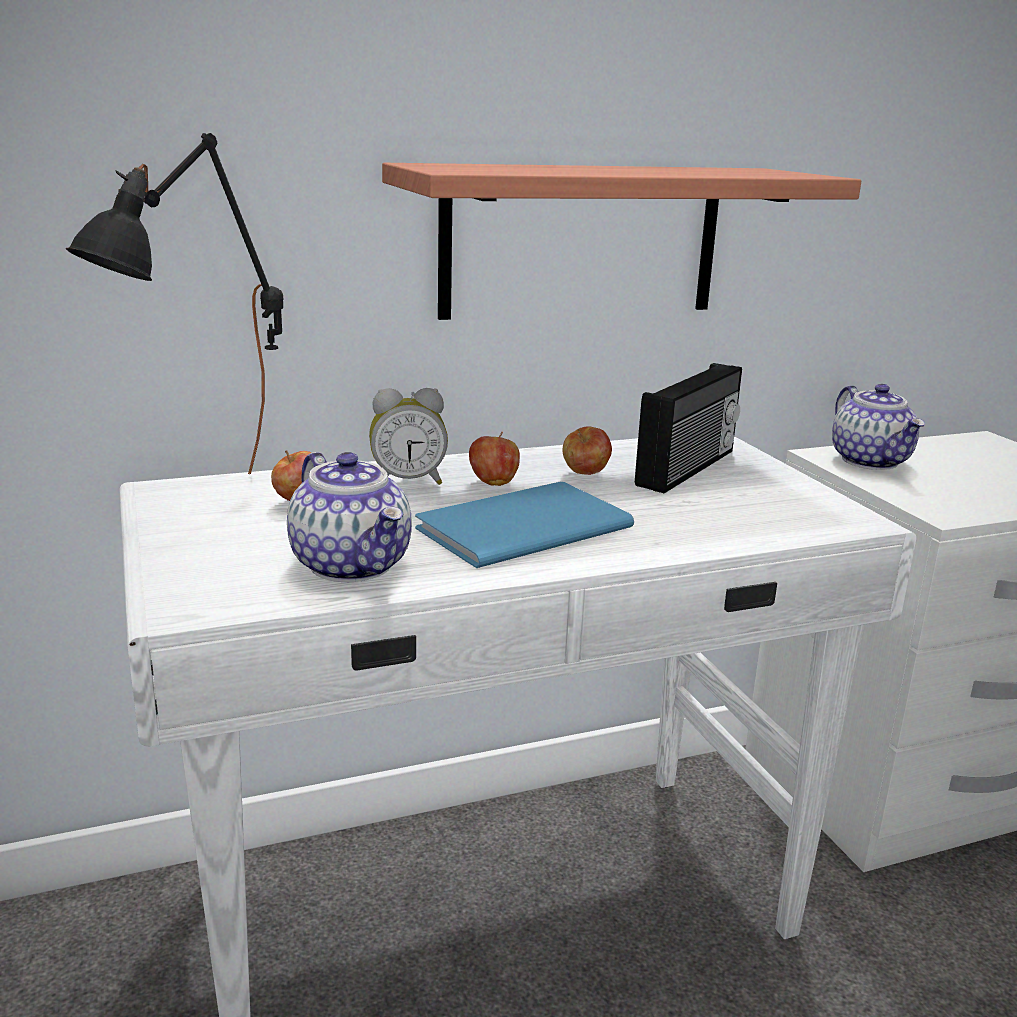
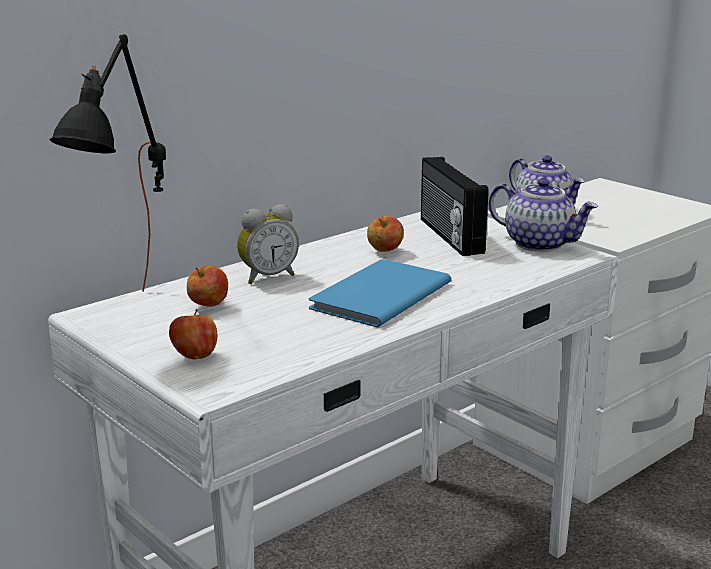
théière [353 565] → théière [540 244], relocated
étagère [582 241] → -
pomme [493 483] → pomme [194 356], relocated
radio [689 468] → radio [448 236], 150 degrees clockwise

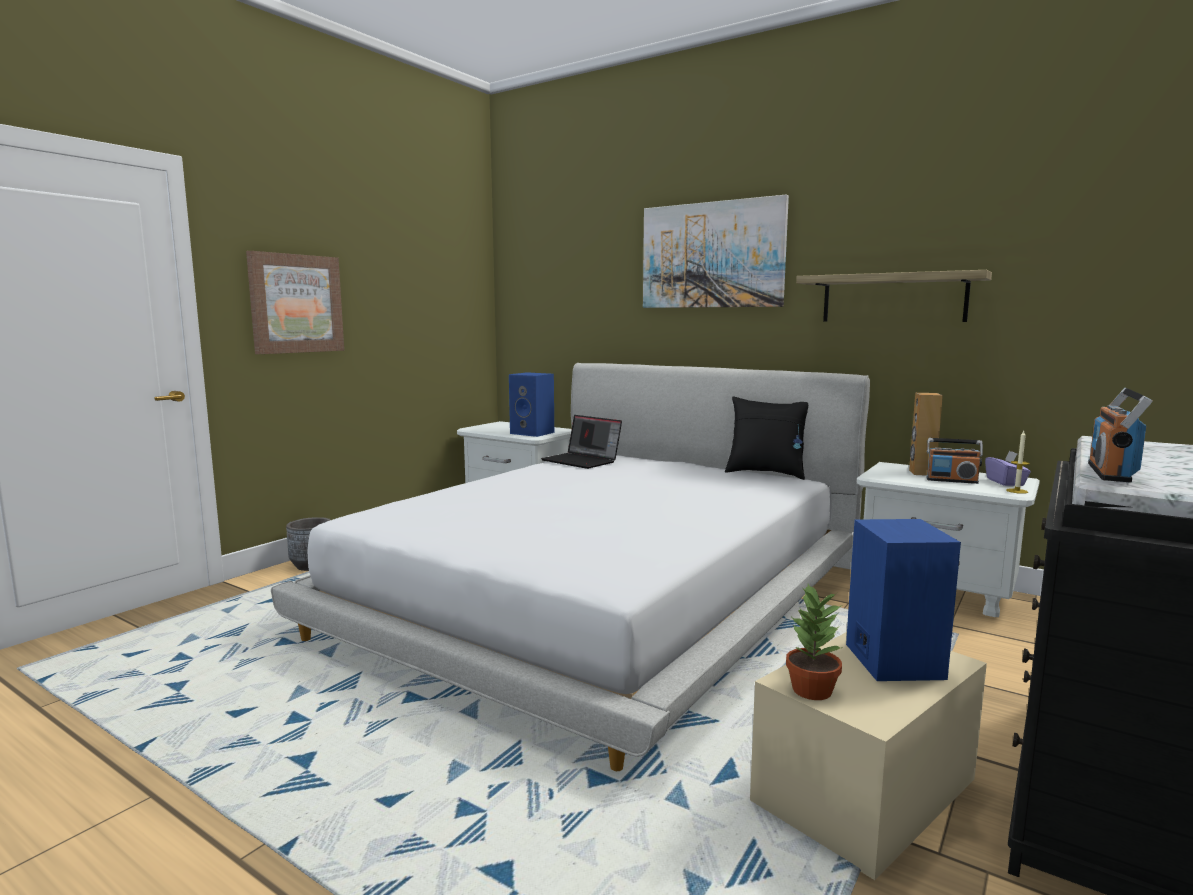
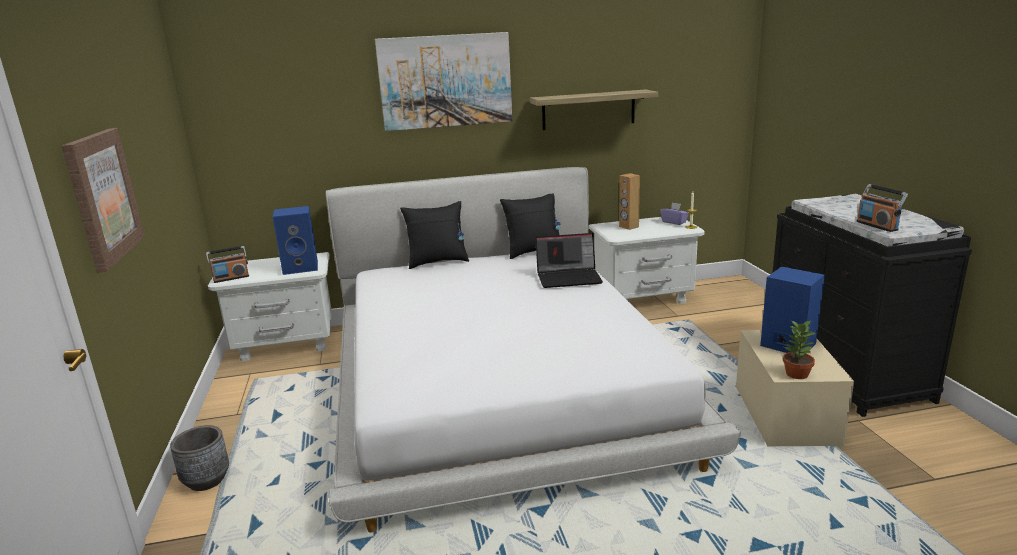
ordinateur portable [582 461] → ordinateur portable [569 277], relocated
radio [951 480] → radio [231 278], relocated
- → coussin (noir) [437 262]

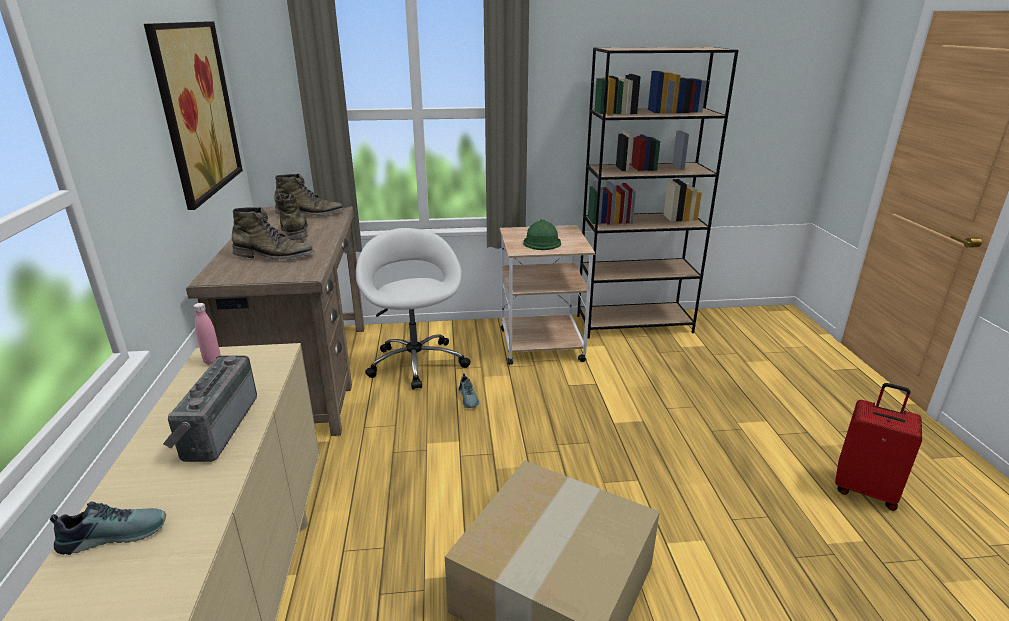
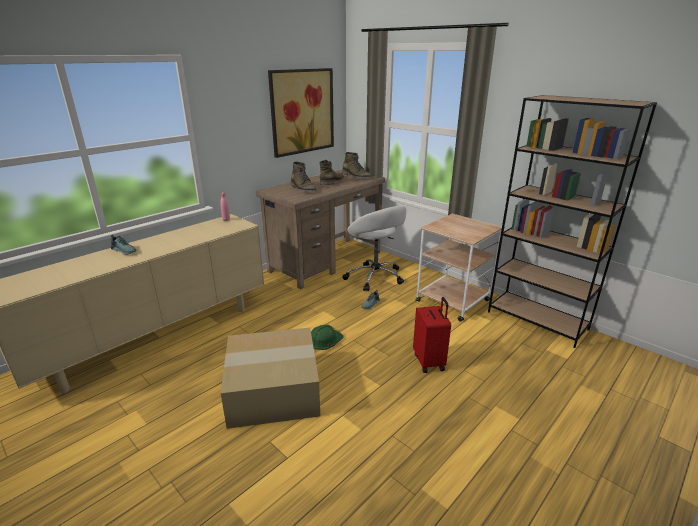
radio [216 427] → -
chaise de bureau (blanc) [416 363] → chaise de bureau (blanc) [375 278], 120 degrees clockwise
casque de chantier (vert) [541 241] → casque de chantier (vert) [325 339], relocated
valise (rouge) [865 489] → valise (rouge) [429 361], relocated

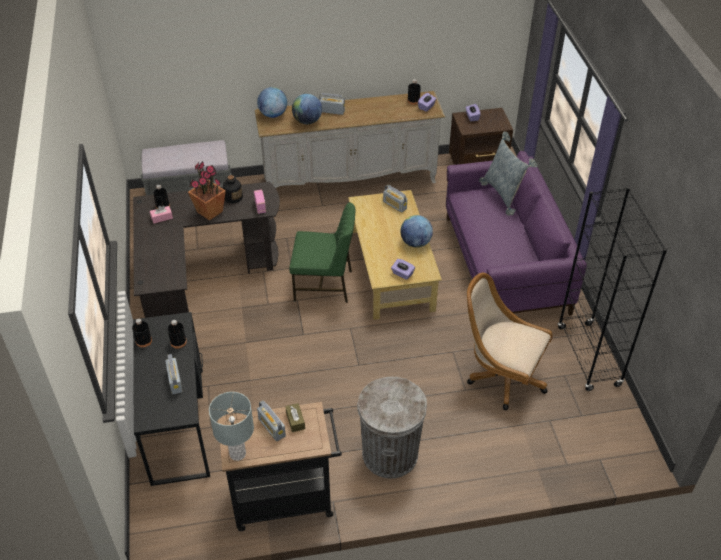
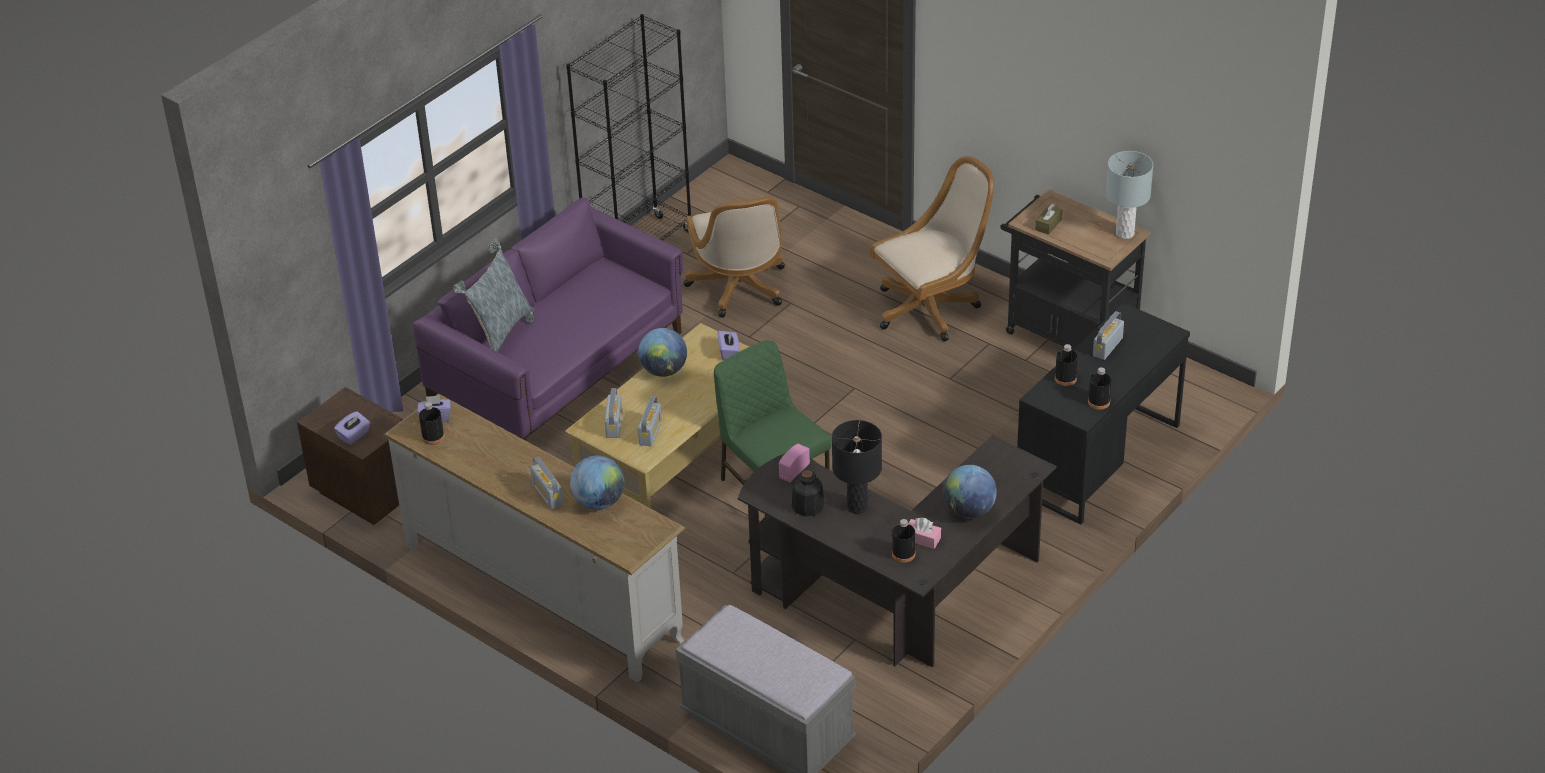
plante en pot [210 211] → lampe de table (noir) [857 507]
globe [273 114] → globe [969 511], relocated
radio [272 427] → radio [650 432], relocated
poubelle (gris) [389 454] → chaise de bureau [932 306]

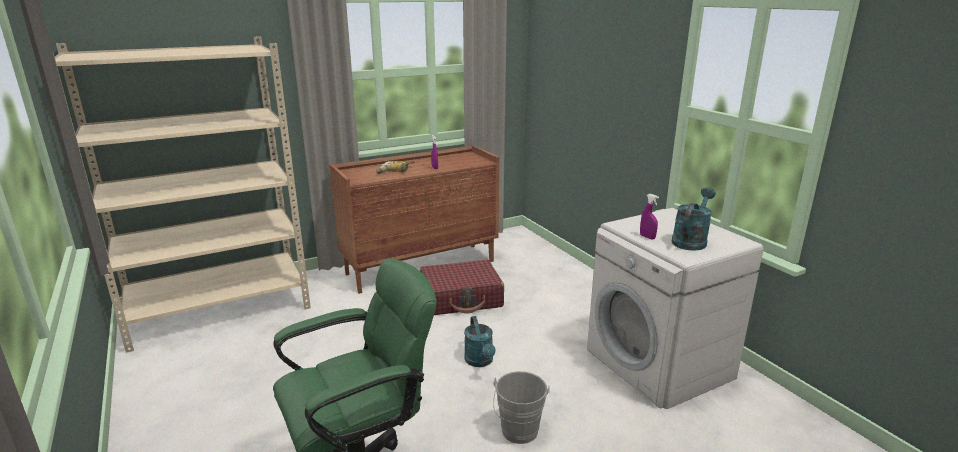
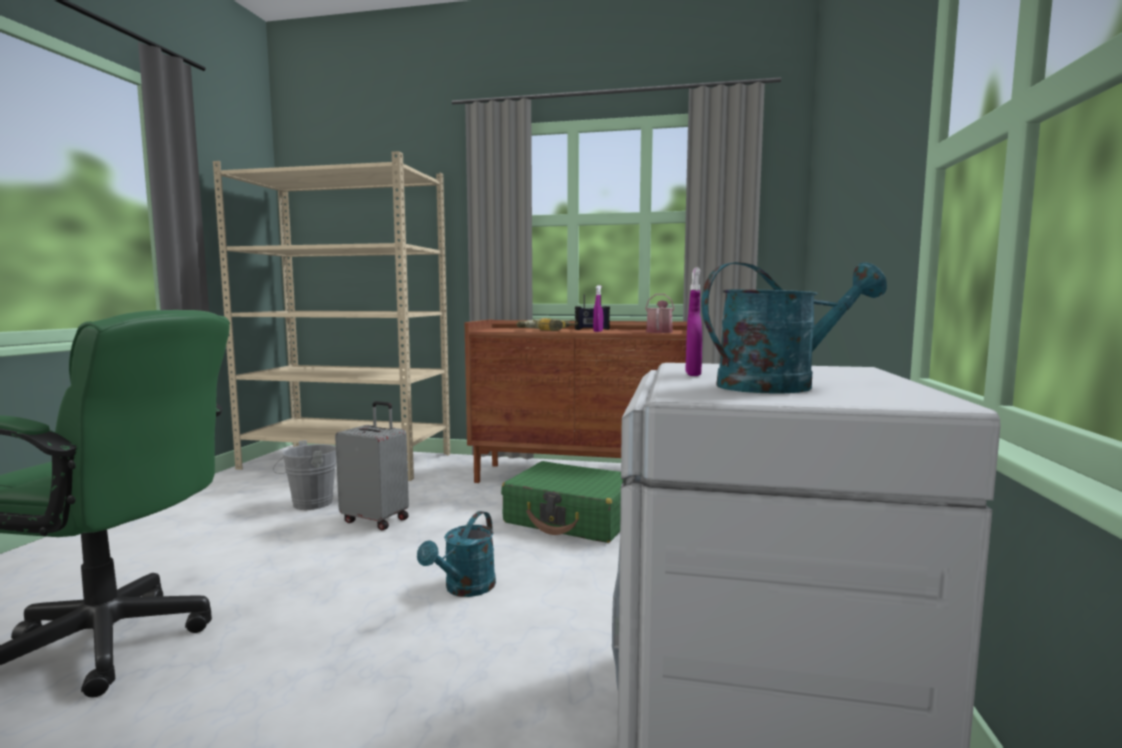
valise (rouge) [461 298] → valise (vert) [572 518]
seau (gris) [519 434] → seau (gris) [308 504], relocated
- → valise (gris) [376 520]
- → radio [592 329]
- → arrosoir [659 332]

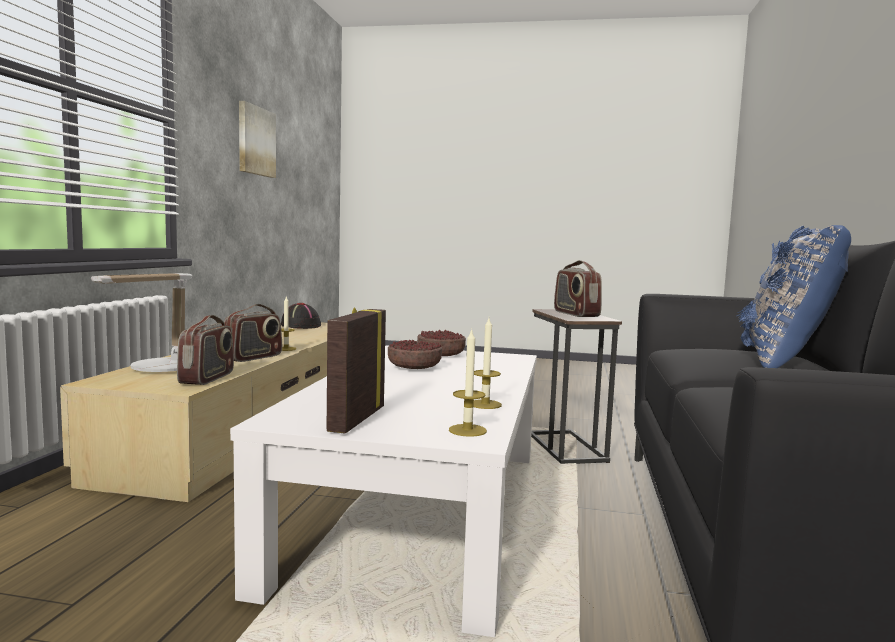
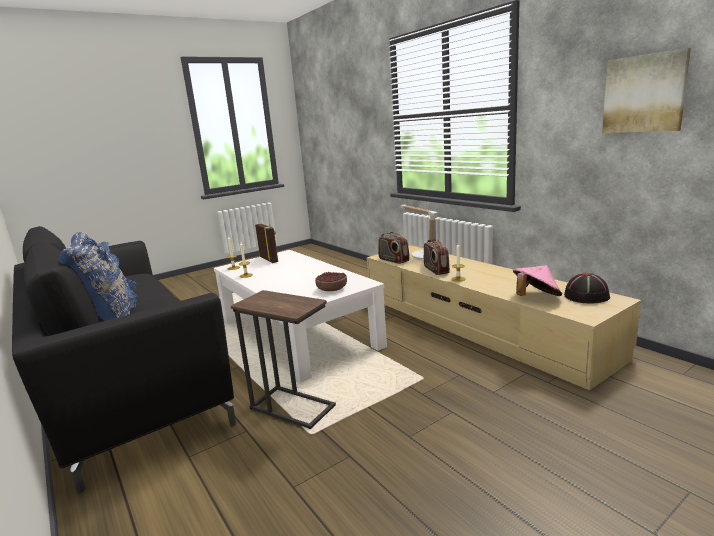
bol [414 368] → -
radio [575 314] → -
- → chapeau (rose) [535 298]

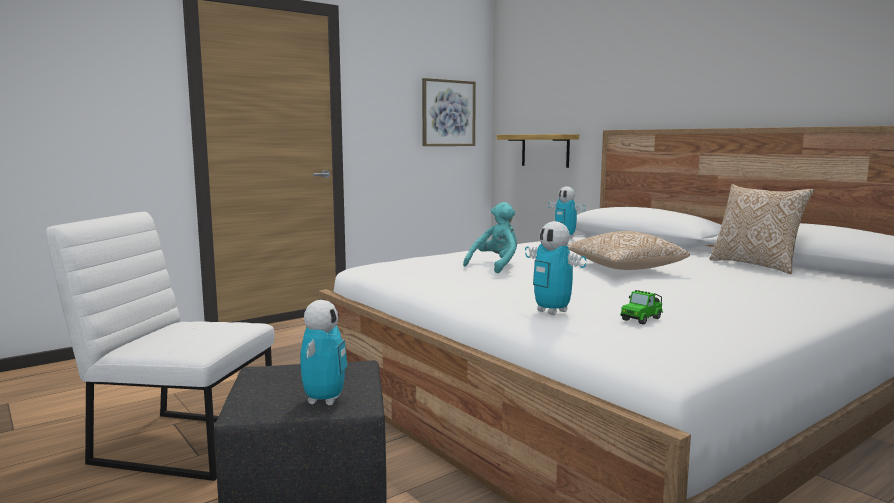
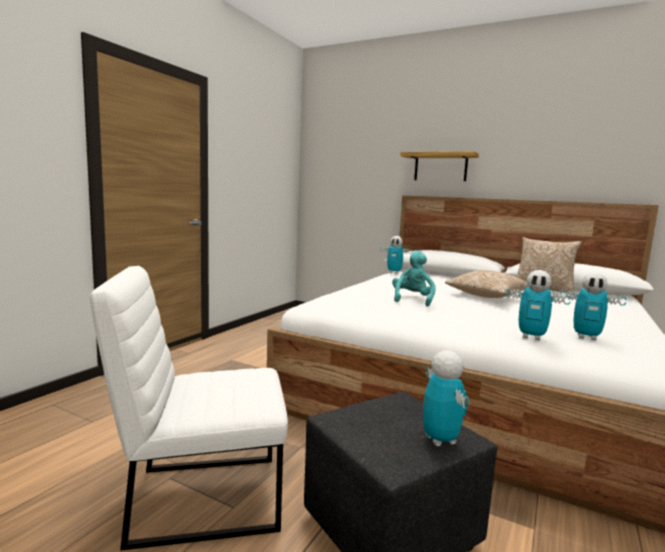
tableau [448 113] → -
étagère [545 150] → étagère [440 167], relocated
petite voiture [642 319] → robot jouet [586 337]

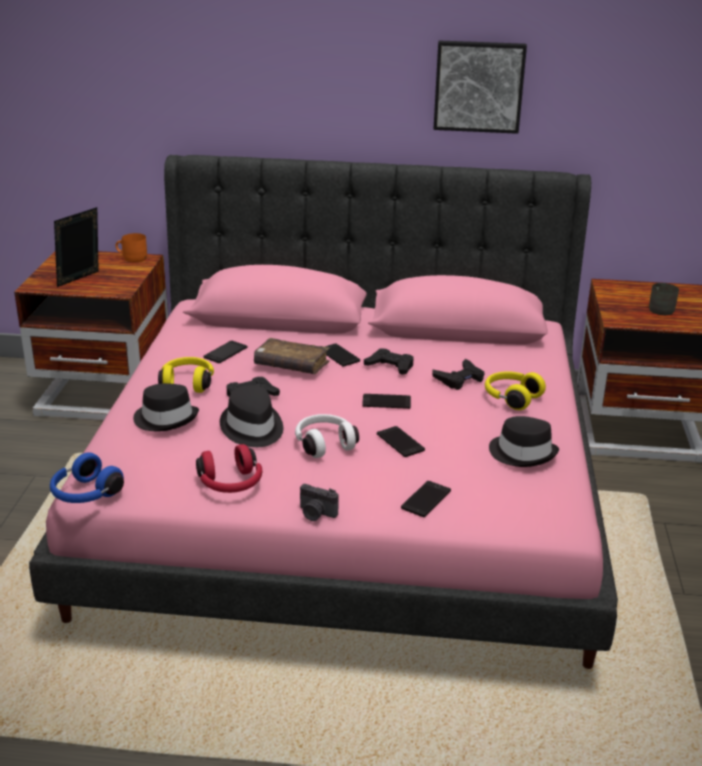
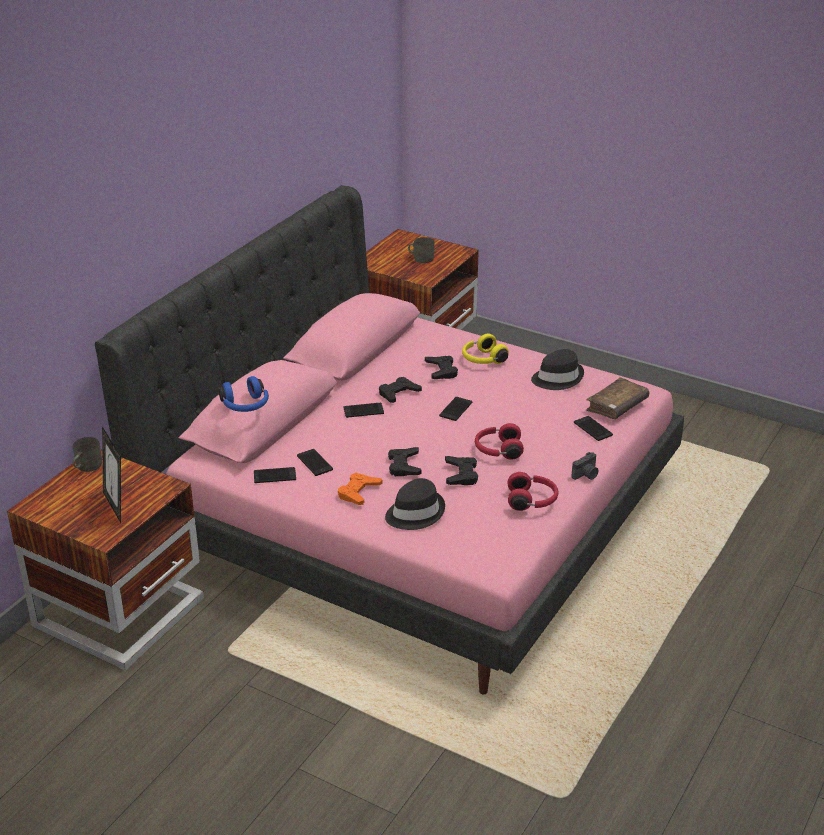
casque audio (bleu) [85 494] → casque audio (bleu) [245 406], relocated
mug (orange) [132 258] → mug (gris) [86 466]
casque audio (jaune) [187 383] → manette (orange) [358 492]
chapeau (noir) [252 428] → manette (noir) [461 474]
livre (marron) [291 365] → livre (marron) [617 406], relocated
casque audio (blanc) [324 444] → casque audio (rouge) [498 450]
téléphone [400 442] → téléphone [274 476], relocated
tableau [479 86] → -

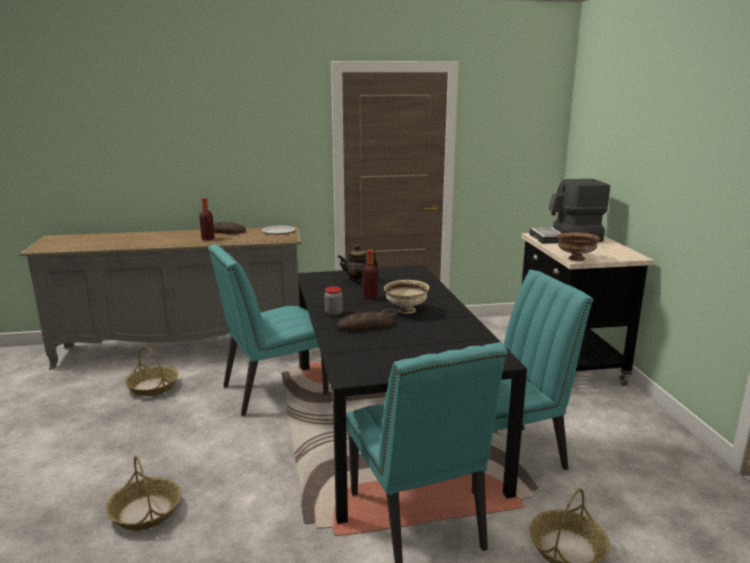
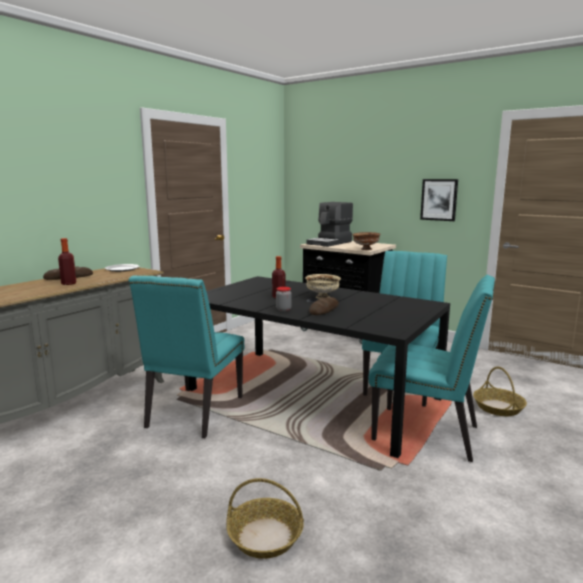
panier [153 387] → -
théière [357 280] → -
- → tableau [439 199]

